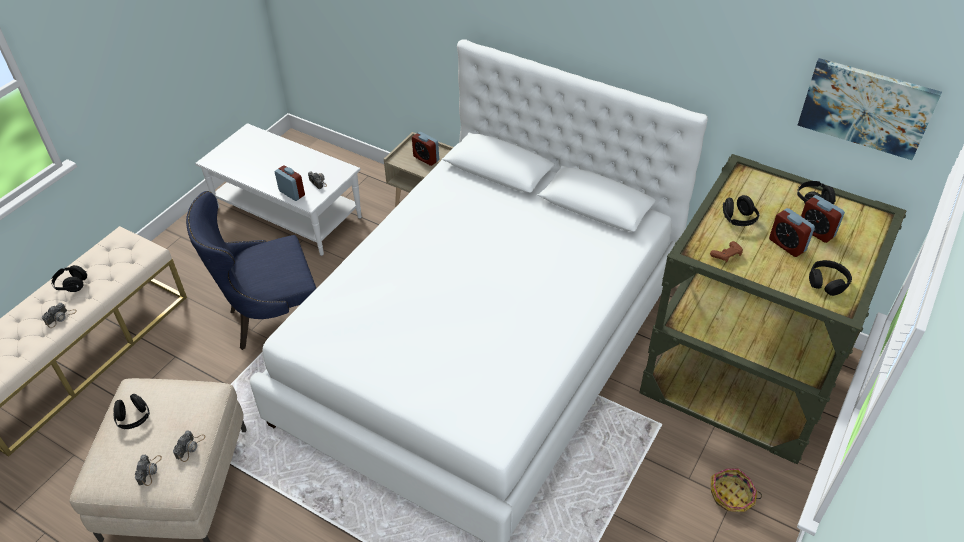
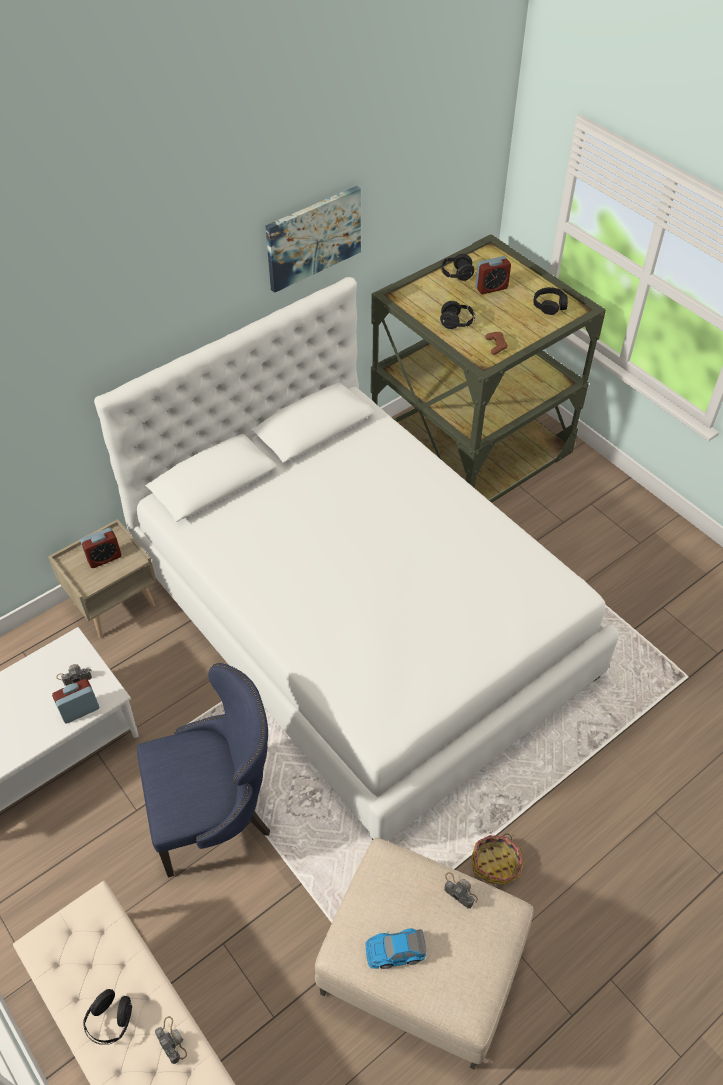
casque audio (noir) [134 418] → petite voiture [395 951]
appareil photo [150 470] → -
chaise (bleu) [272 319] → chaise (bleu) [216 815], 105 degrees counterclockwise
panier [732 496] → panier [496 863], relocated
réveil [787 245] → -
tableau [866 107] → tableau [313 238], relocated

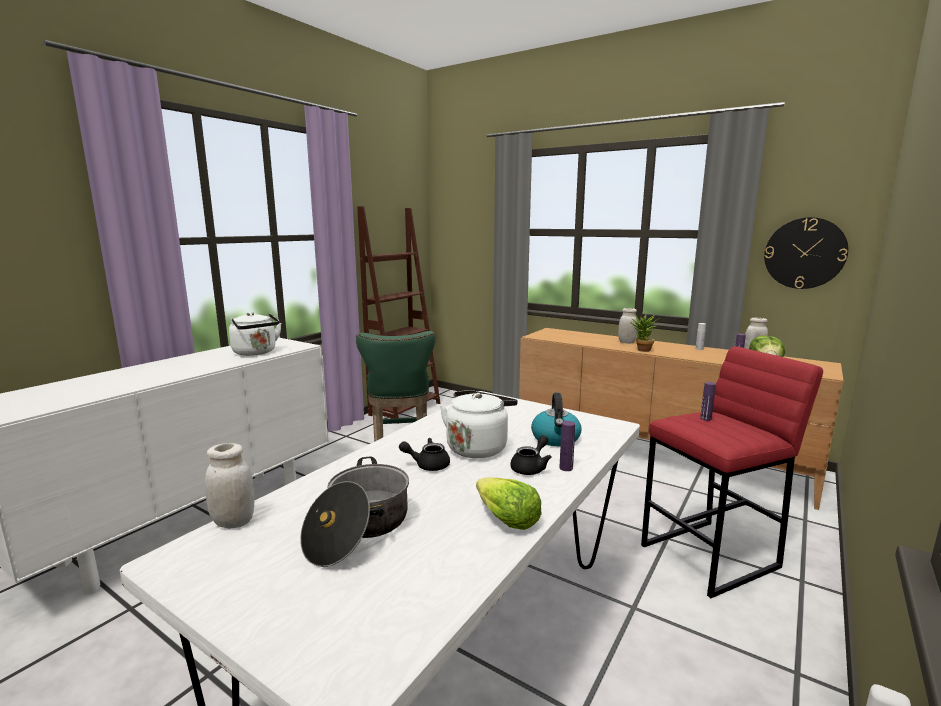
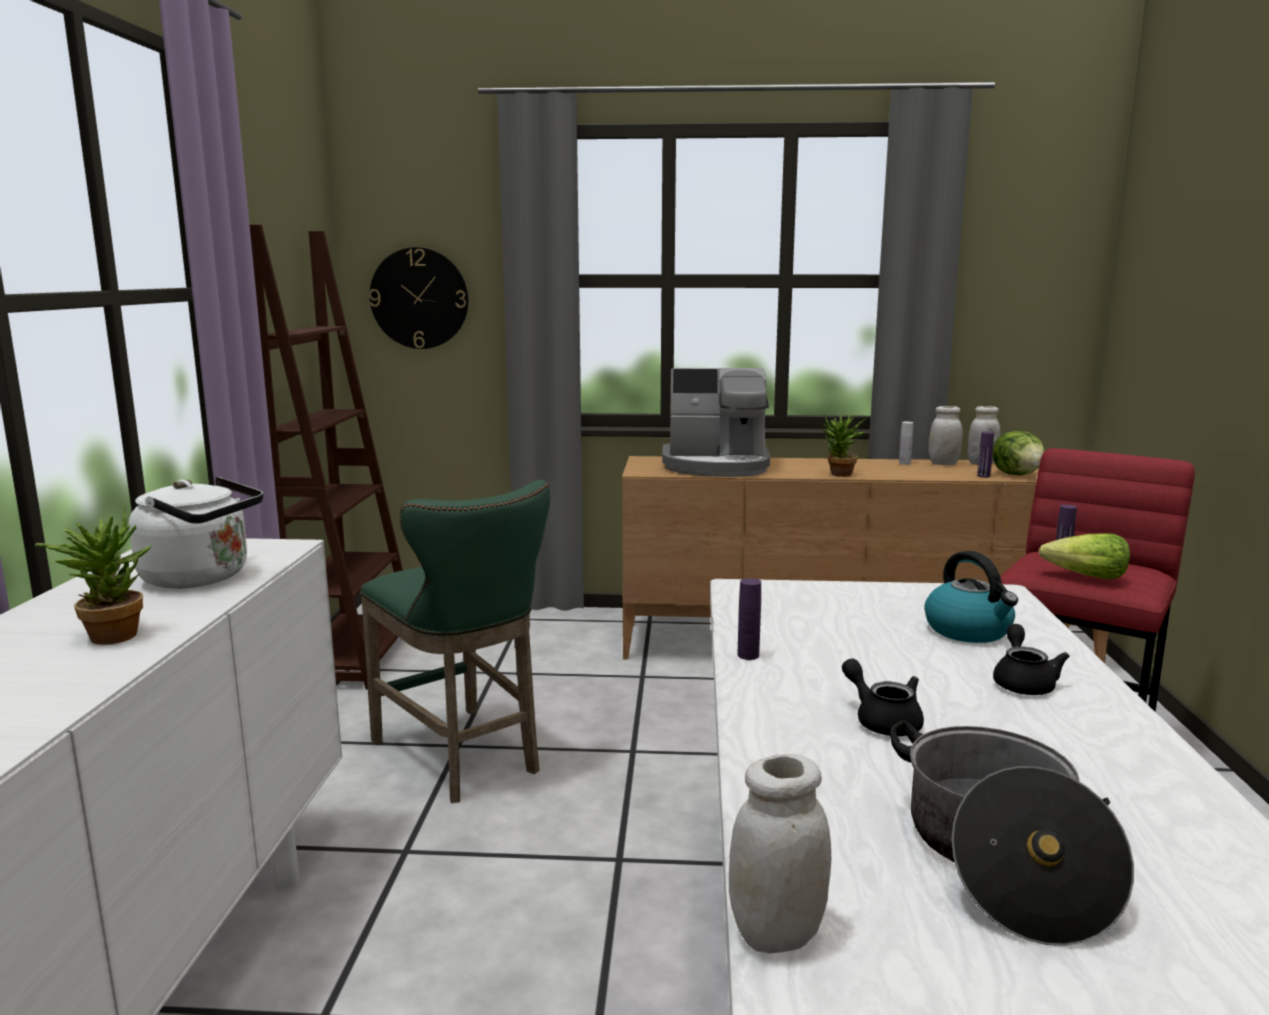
théière (noir) [427 465] → théière (noir) [882 720], 90 degrees clockwise
bouilloire (blanc) [478 447] → -
laitue [506 519] → laitue [1086 577], relocated
bouteille (violet) [566 468] → bouteille (violet) [748 655], relocated
bocal (blanc) [626 342] → bocal (blanc) [943 464], relocated
horloge murale [804 253] → horloge murale [419 298], relocated
- → plante en pot [109 635]
- → machine à café [716 466]

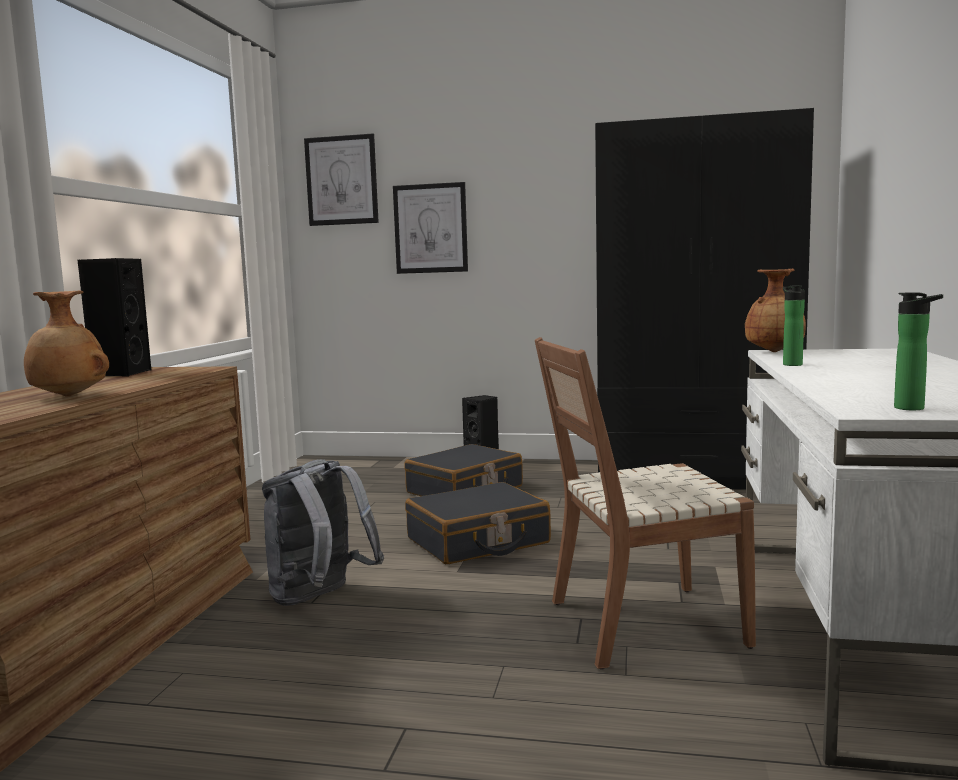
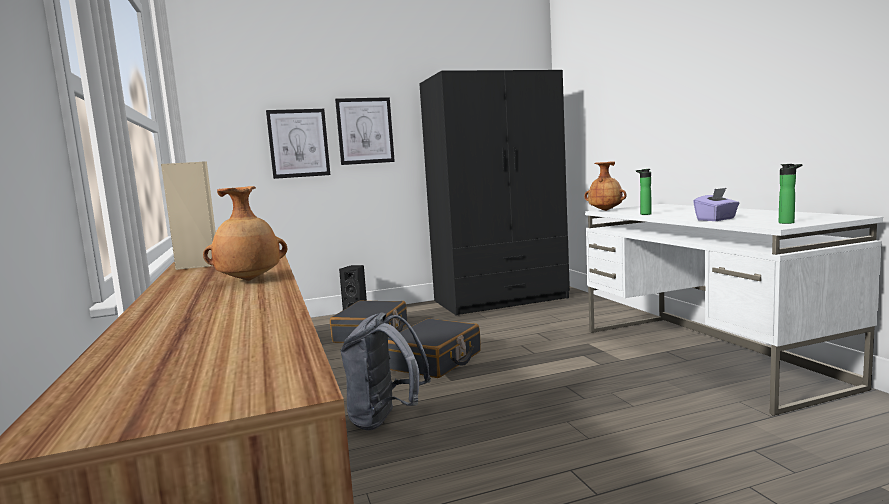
enceinte (noir) [120 373] → enceinte (beige) [197 265]
tableau [342 180] → tableau [365 131], relocated
chaise [637 625] → -
- → boîte à mouchoirs (violet) [716 219]

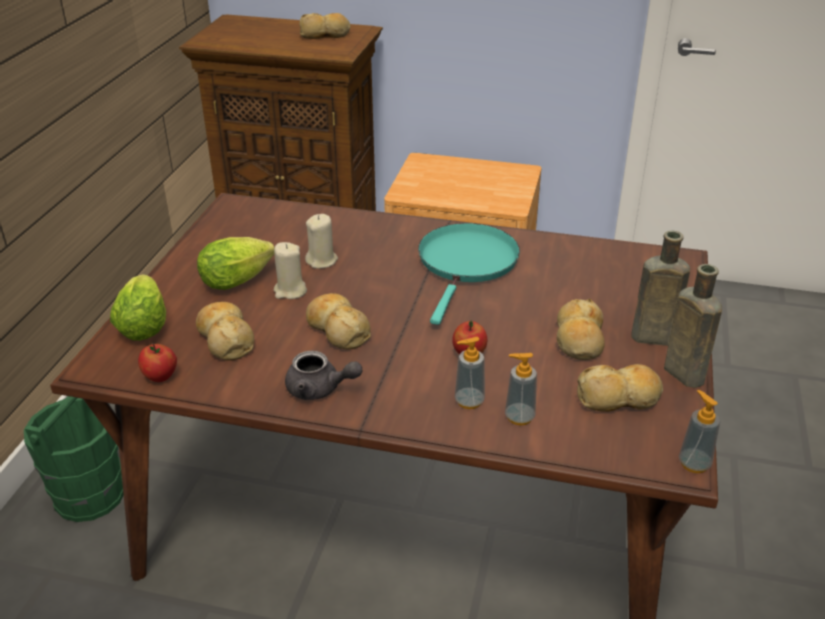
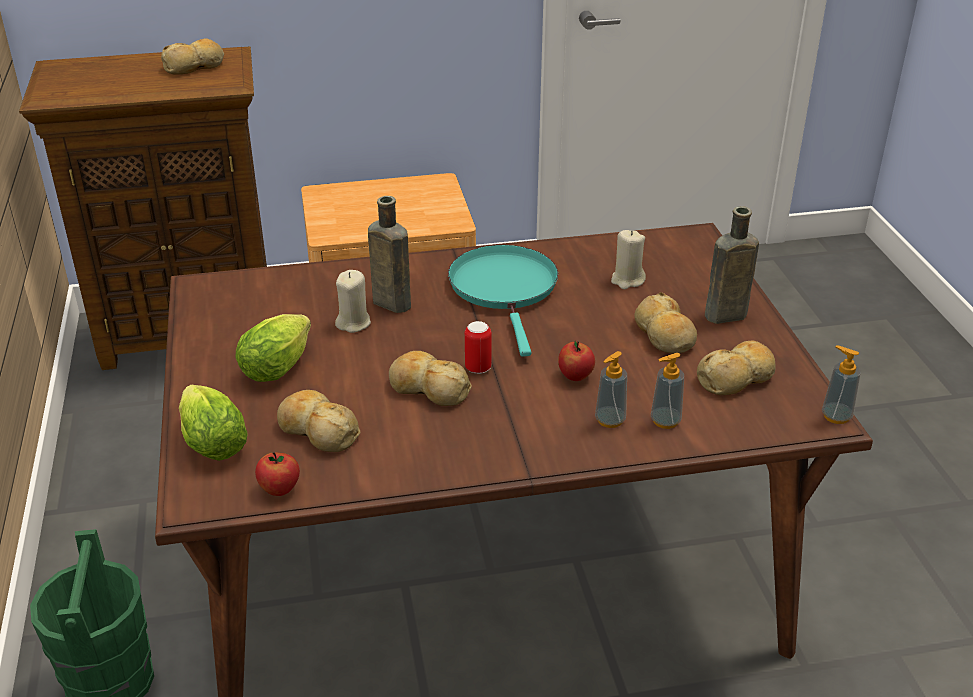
bougie (beige) [290 291] → bougie (beige) [627 280], relocated
théière (gris) [320 389] → -
bouteille (marron) [681 372] → bouteille (marron) [389 302], relocated
- → boîte métallique [478 368]

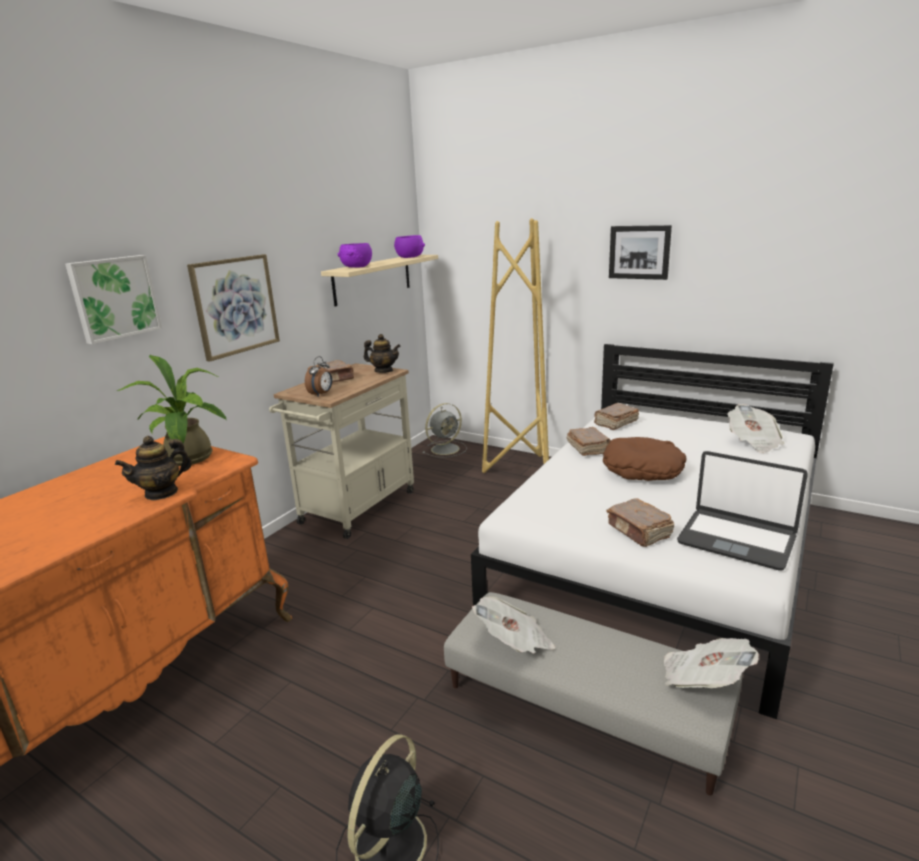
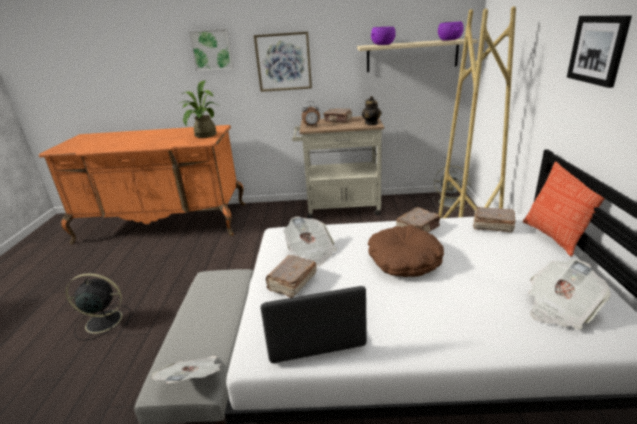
théière [162 493] → -
journal [514 642] → journal [311 252], relocated
ordinateur portable [736 539] → ordinateur portable [313 333], 75 degrees clockwise
- → coussin (orange) [554 237]

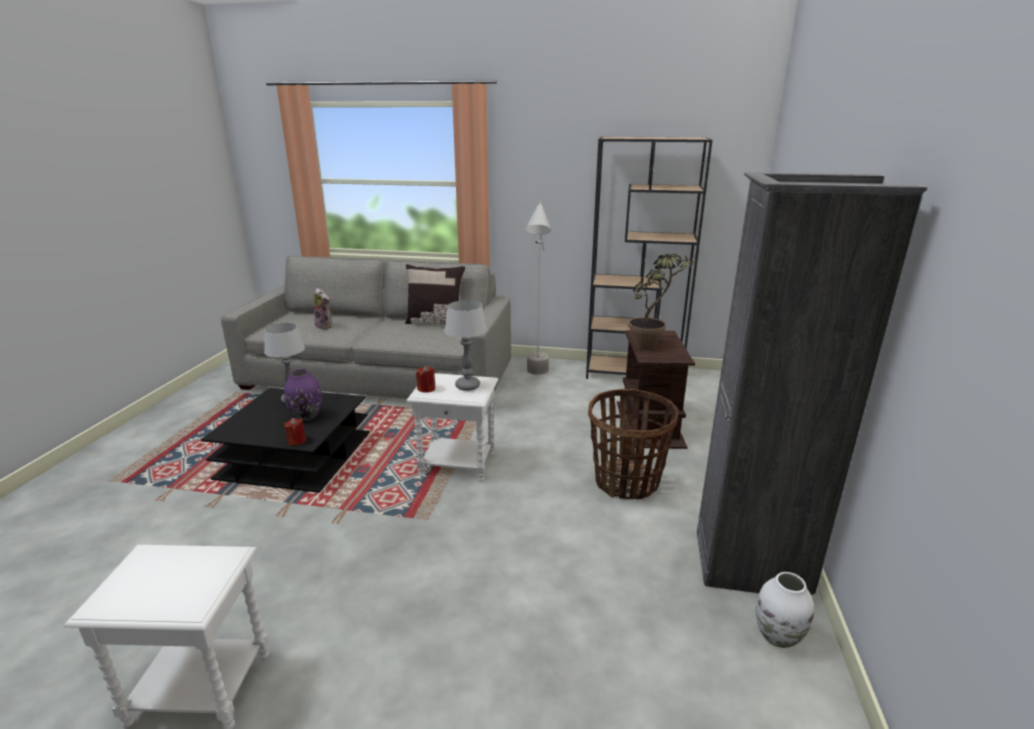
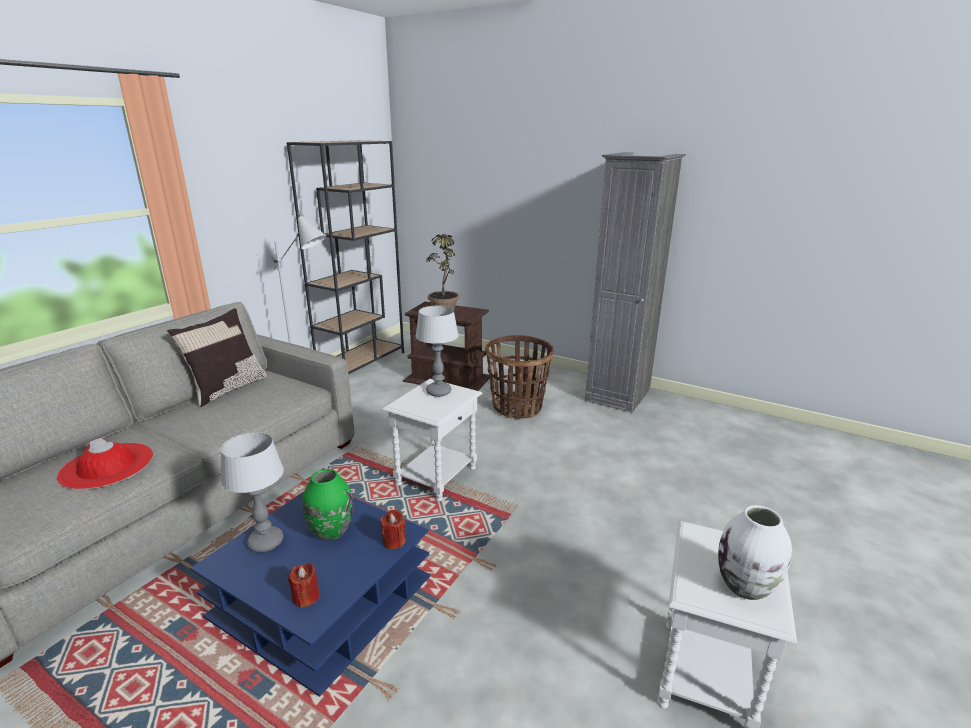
table basse (noir) [295 455] → table basse (bleu) [322 597]
vase (violet) [306 416] → vase (vert) [331 531]
peluche [325 326] → chapeau (rouge) [107 466]
bougie (rouge) [426 389] → bougie (rouge) [306 597], relocated
vase (blanc) [778 636] → vase (blanc) [746 587], relocated

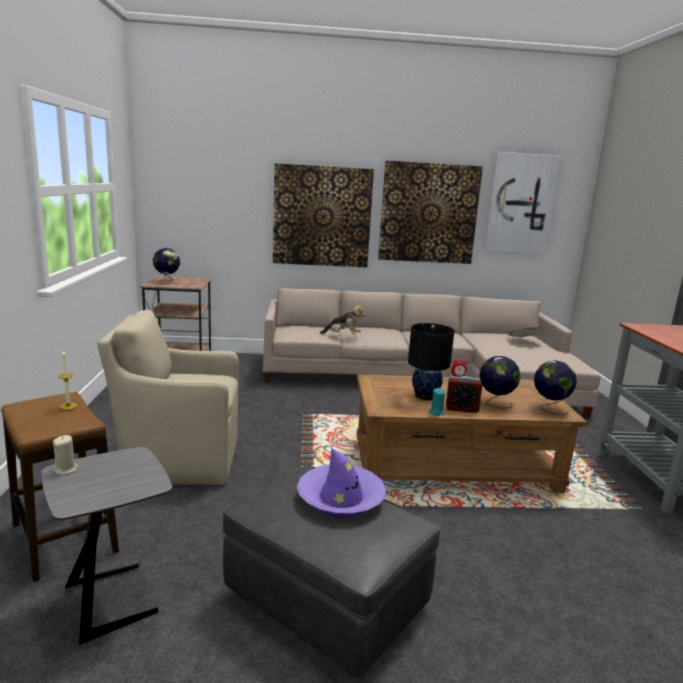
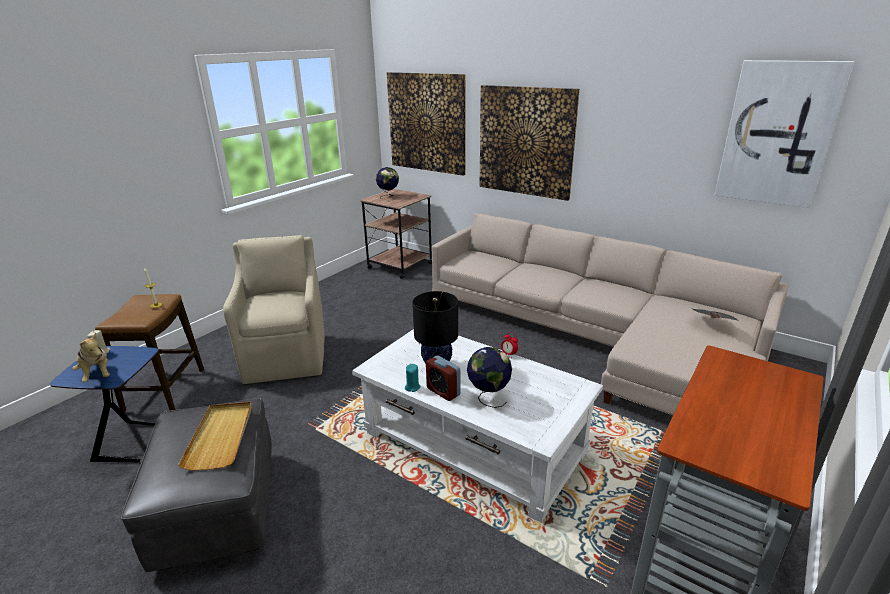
table d'appoint (gris) [114 599] → table d'appoint (bleu) [134 442]
fauteuil (beige) [179 460] → fauteuil (beige) [286 356], 45 degrees clockwise
chapeau (violet) [341 498] → plateau (beige) [221 436]
peluche [342 336] → peluche [97 374], relocated
table basse (marron) [454 466] → table basse (blanc) [474 443]
tableau [428 213] → tableau [427 123], relocated
globe [549 408] → -

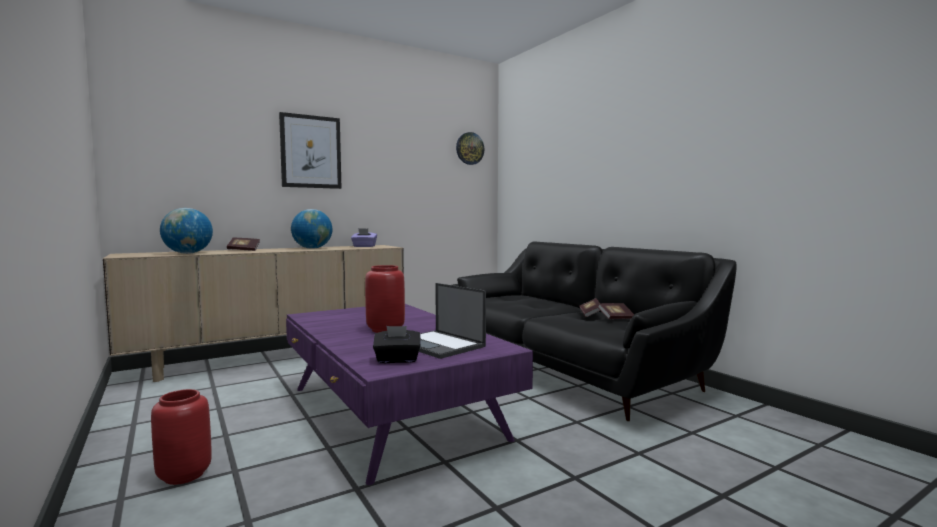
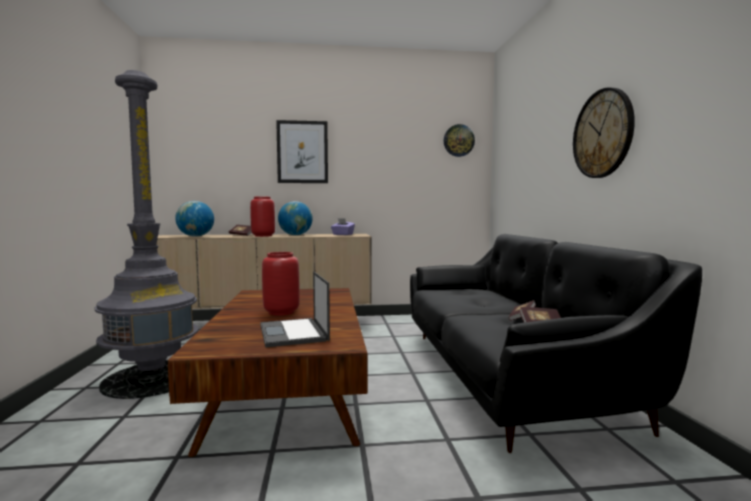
vase (rouge) [183 475] → vase (rouge) [262 236], relocated
table basse (violet) [390 412] → table basse (marron) [287 389]
boîte à mouchoirs (noir) [397 360] → -
- → lampadaire (gris) [152 378]
- → horloge murale [602 134]

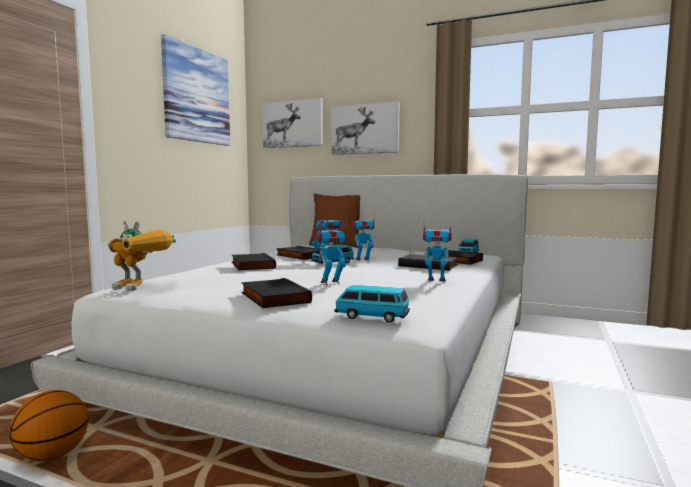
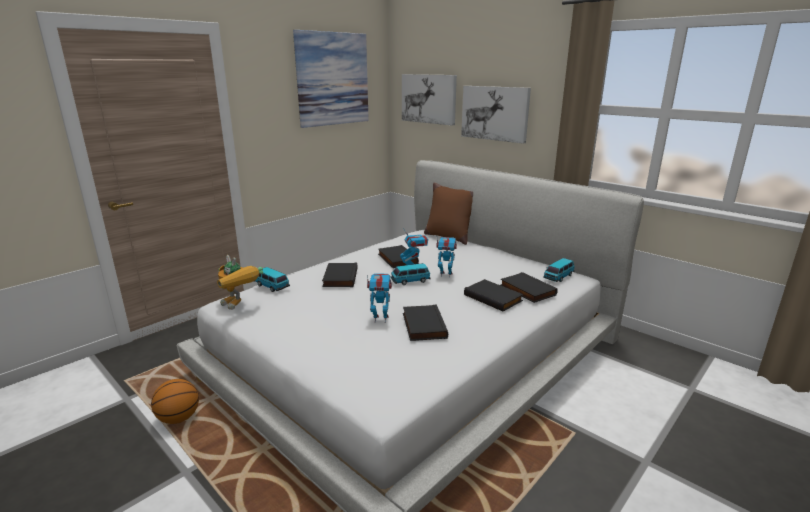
livre (noir) [273 298] → livre (noir) [422 325], relocated
petite voiture [372 316] → petite voiture [271 286], relocated
robot jouet [436 281] → -

